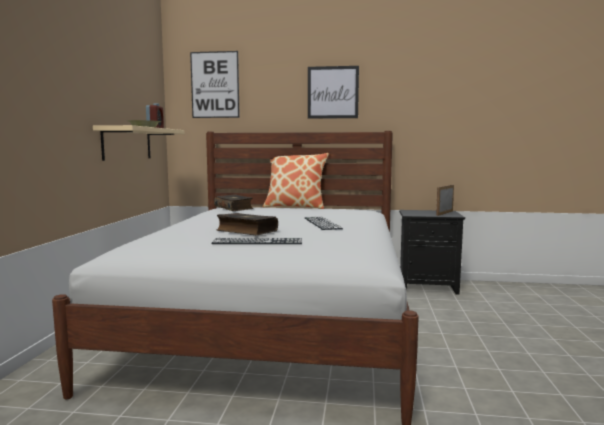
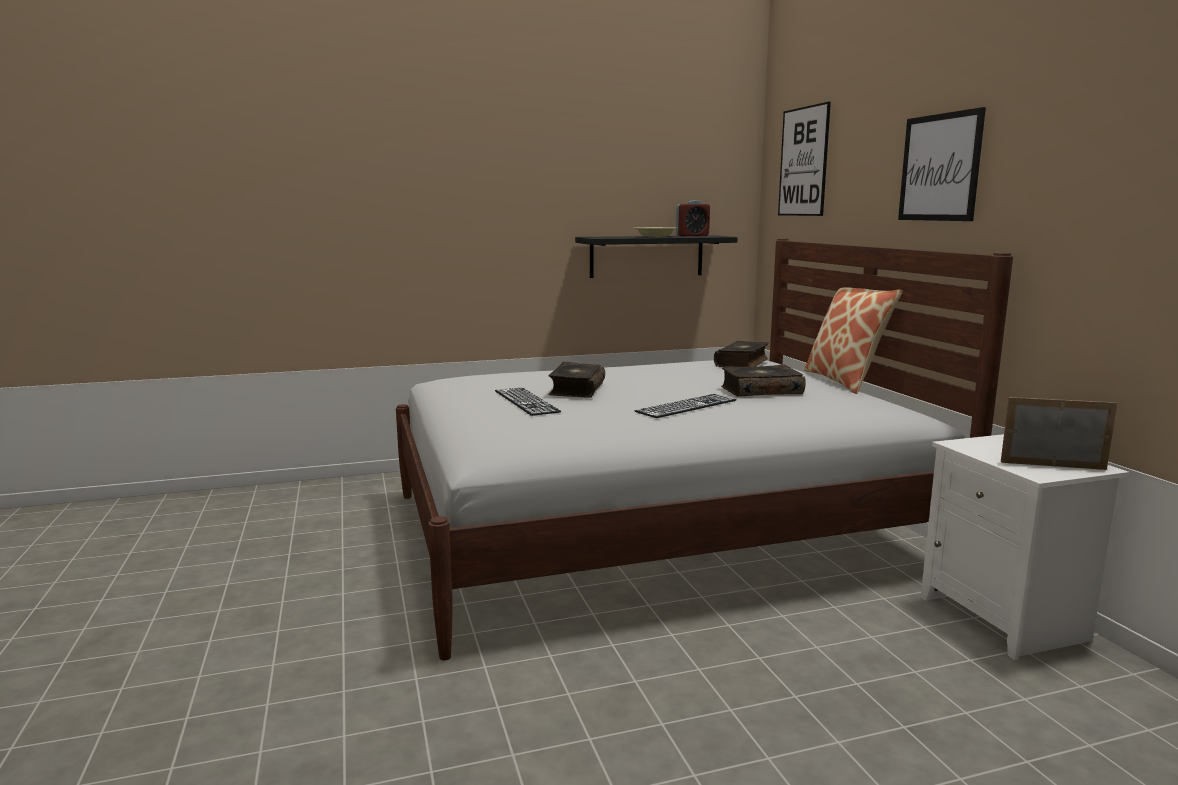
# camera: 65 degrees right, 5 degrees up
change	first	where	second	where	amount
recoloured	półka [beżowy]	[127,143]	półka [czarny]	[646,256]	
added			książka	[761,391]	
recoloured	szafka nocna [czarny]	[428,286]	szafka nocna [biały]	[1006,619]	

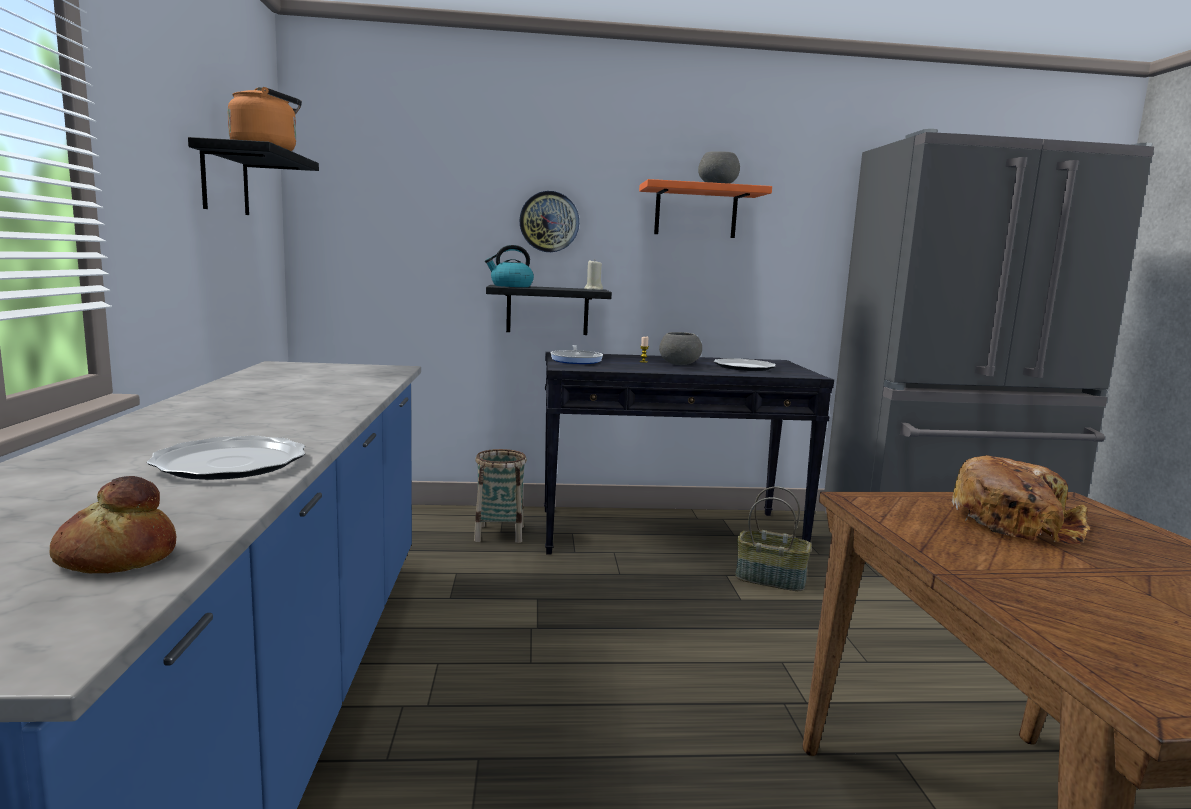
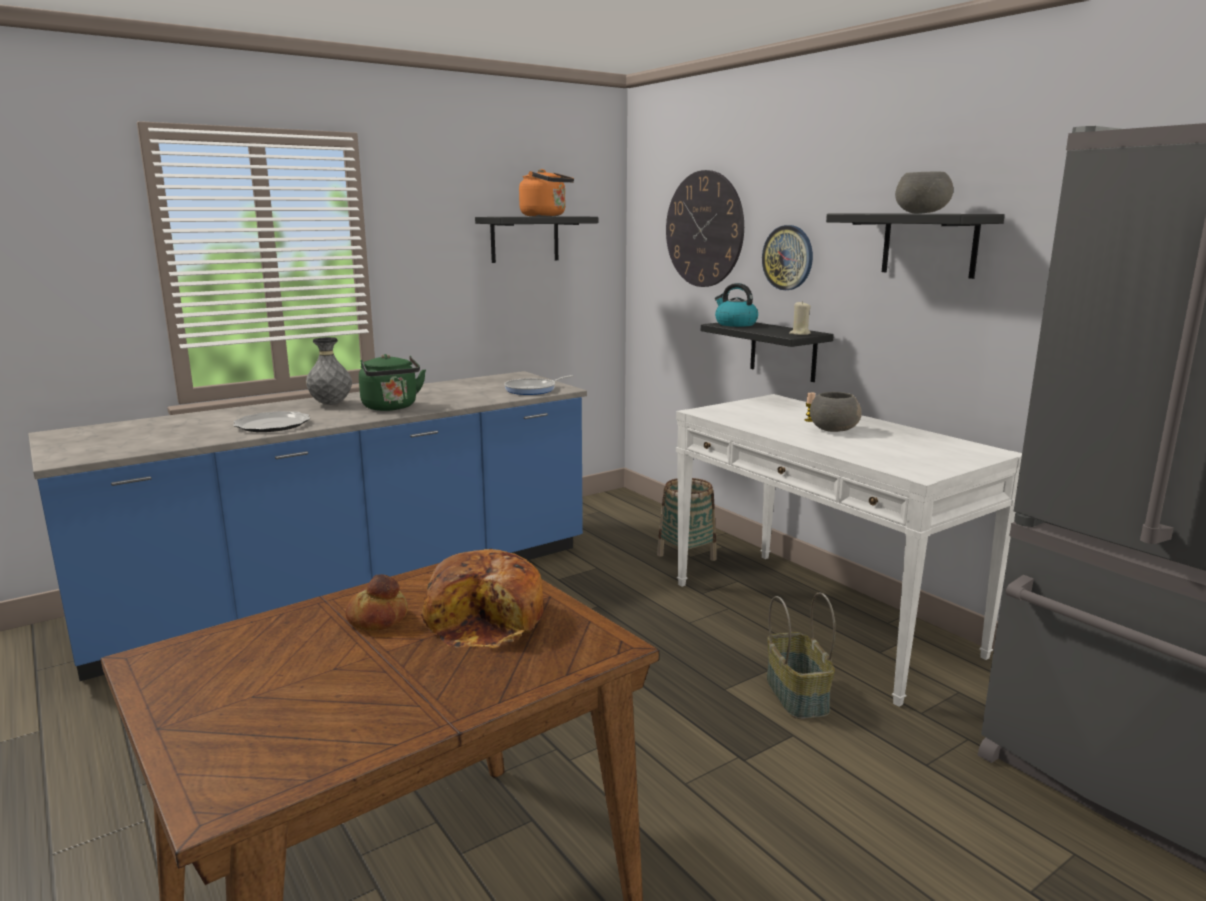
# camera: 60 degrees right, 5 degrees up
change	first	where	second	where	amount
added			wazon [szary]	[331,404]	
moved	chleb	[115,558]		[377,618]	
added			czajnik [zielony]	[391,407]	
moved	patelnia	[576,360]		[533,390]	
added			zegar ścienny	[704,229]	
recoloured	stolik konsolowy [czarny]	[669,532]	stolik konsolowy [biały]	[821,618]	
recoloured	półka [pomarańczowy]	[696,212]	półka [czarny]	[929,244]	
removed	talerz	[744,367]			

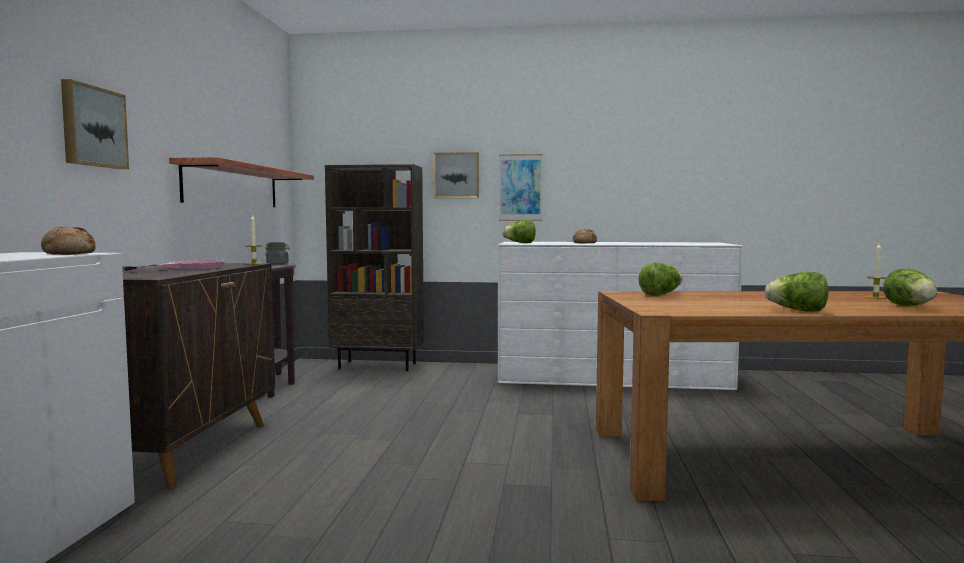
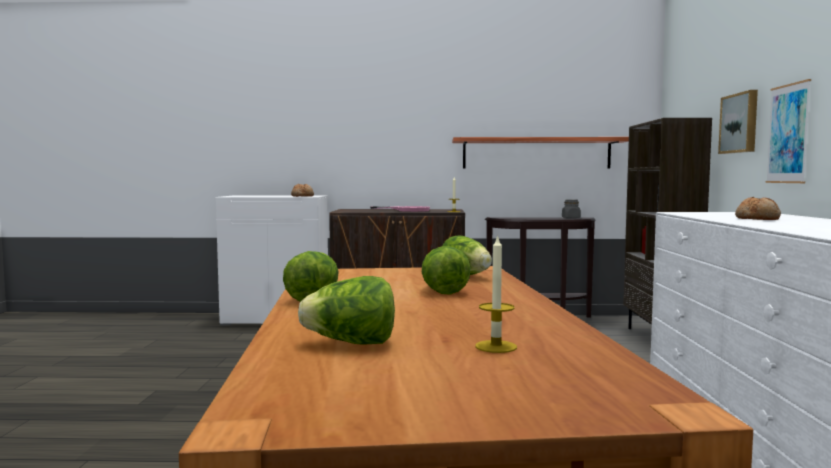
# camera: 85 degrees right, 0 degrees up
change	first	where	second	where	amount
moved	sałata	[520,243]		[442,291]	
removed	obraz	[92,127]			

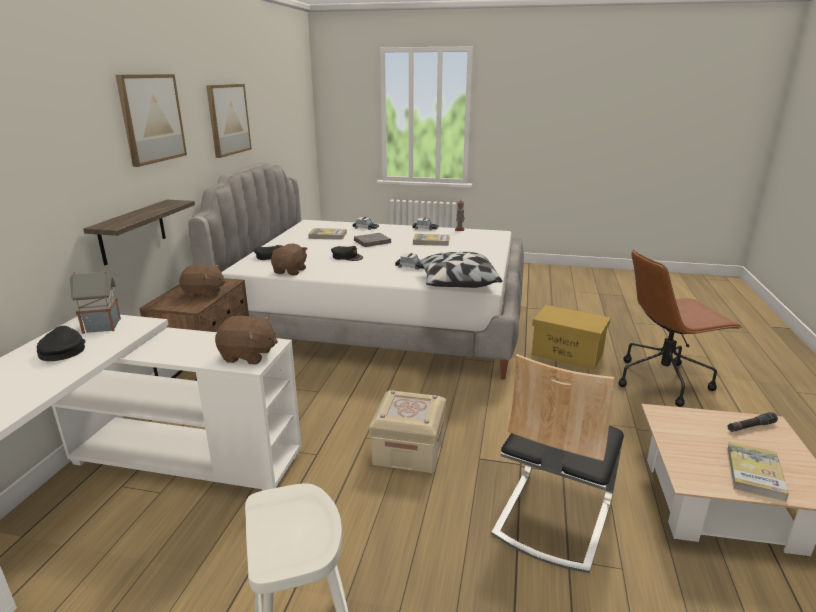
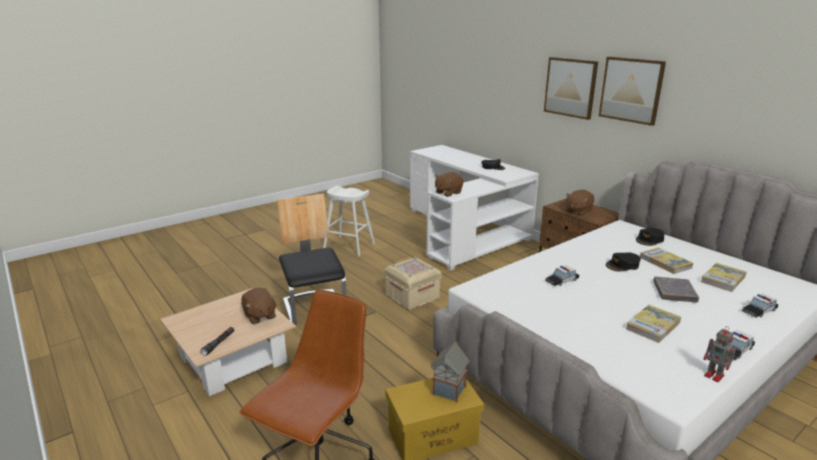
# camera: 130 degrees right, 0 degrees up
change	first	where	second	where	amount
moved	pluszak [brązowy]	[290,271]		[259,316]	
moved	domek	[103,326]		[449,391]	
moved	obraz	[228,119]		[570,87]	
moved	książka	[754,473]		[665,262]	
removed	półka	[132,231]			
removed	poduszka	[457,283]			

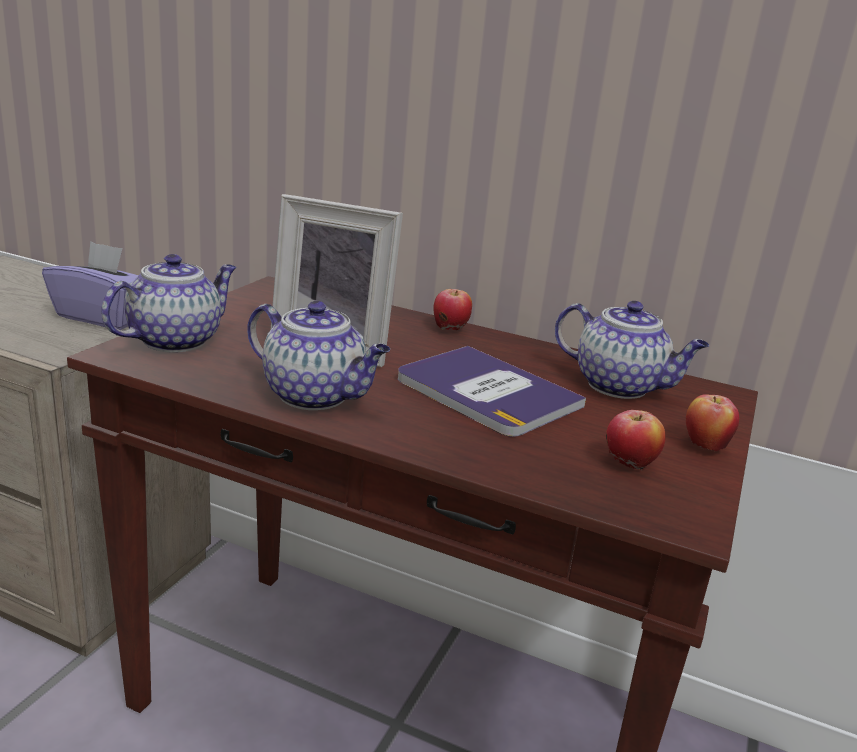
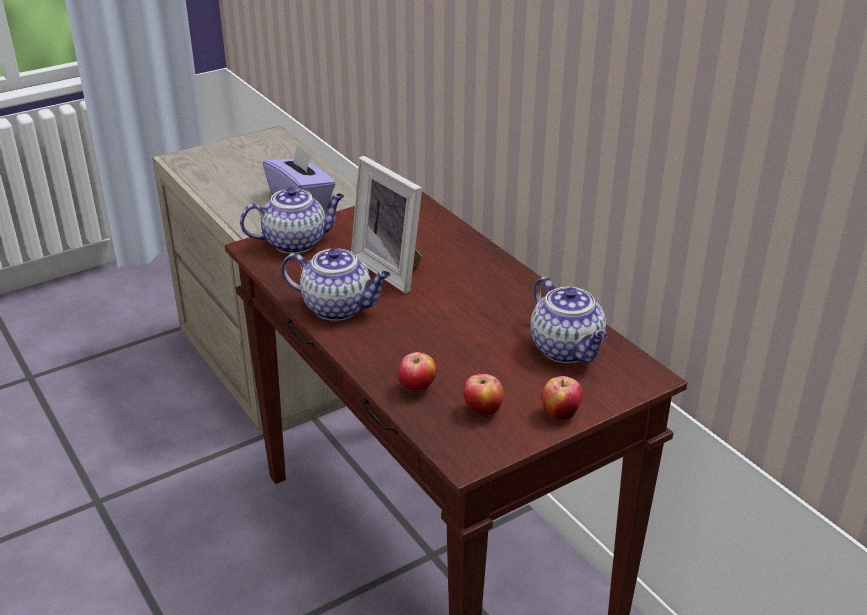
# camera: 35 degrees right, 10 degrees up
change	first	where	second	where	amount
turned	imbryk	[316,396]		[339,308]	45 degrees counterclockwise
moved	jabłko	[450,330]		[417,389]	
removed	książka	[486,392]			

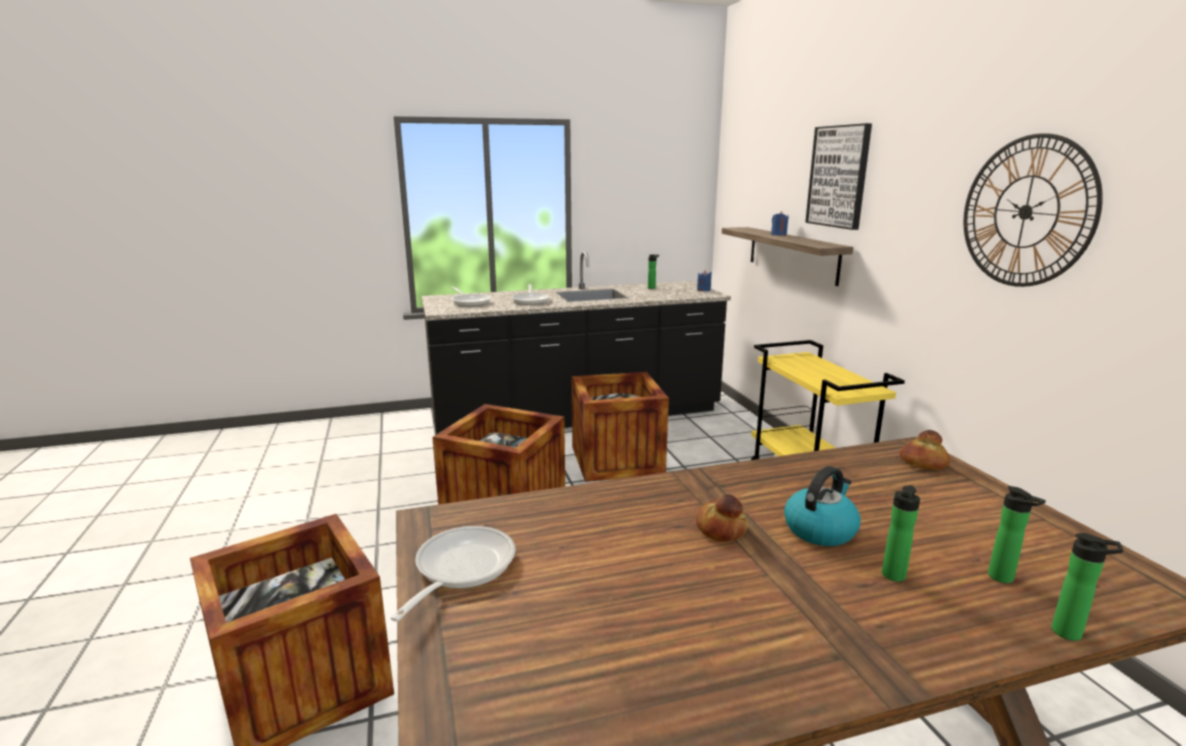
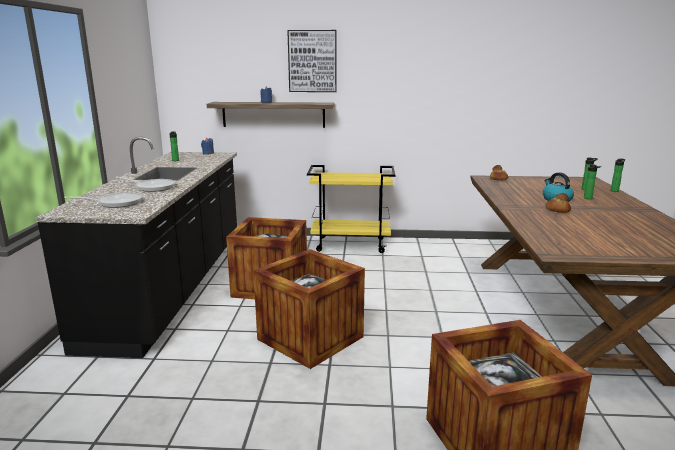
# camera: 70 degrees left, 0 degrees up
change	first	where	second	where	amount
removed	patelnia	[460,569]			
removed	zegar ścienny	[1026,212]			

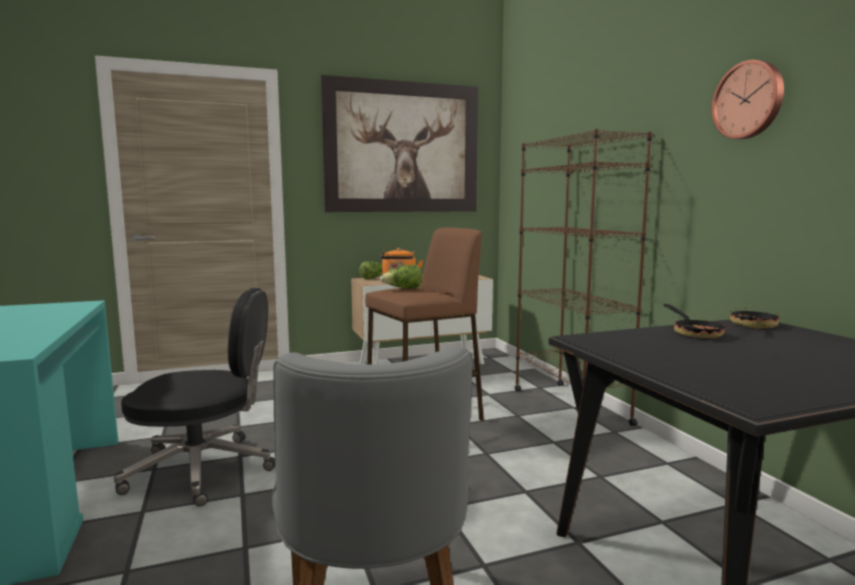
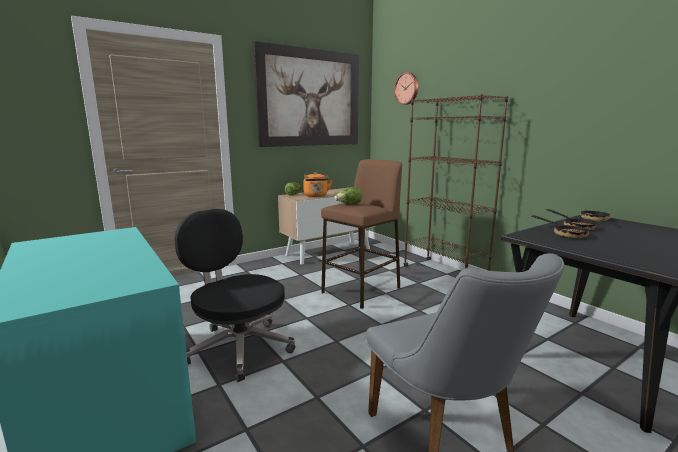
# camera: 15 degrees left, 5 degrees up
change	first	where	second	where	amount
turned	krzesło biurowe [czarny]	[204,470]		[238,347]	120 degrees counterclockwise
moved	zegar ścienny	[749,100]		[407,88]	
added			patelnia	[565,234]	

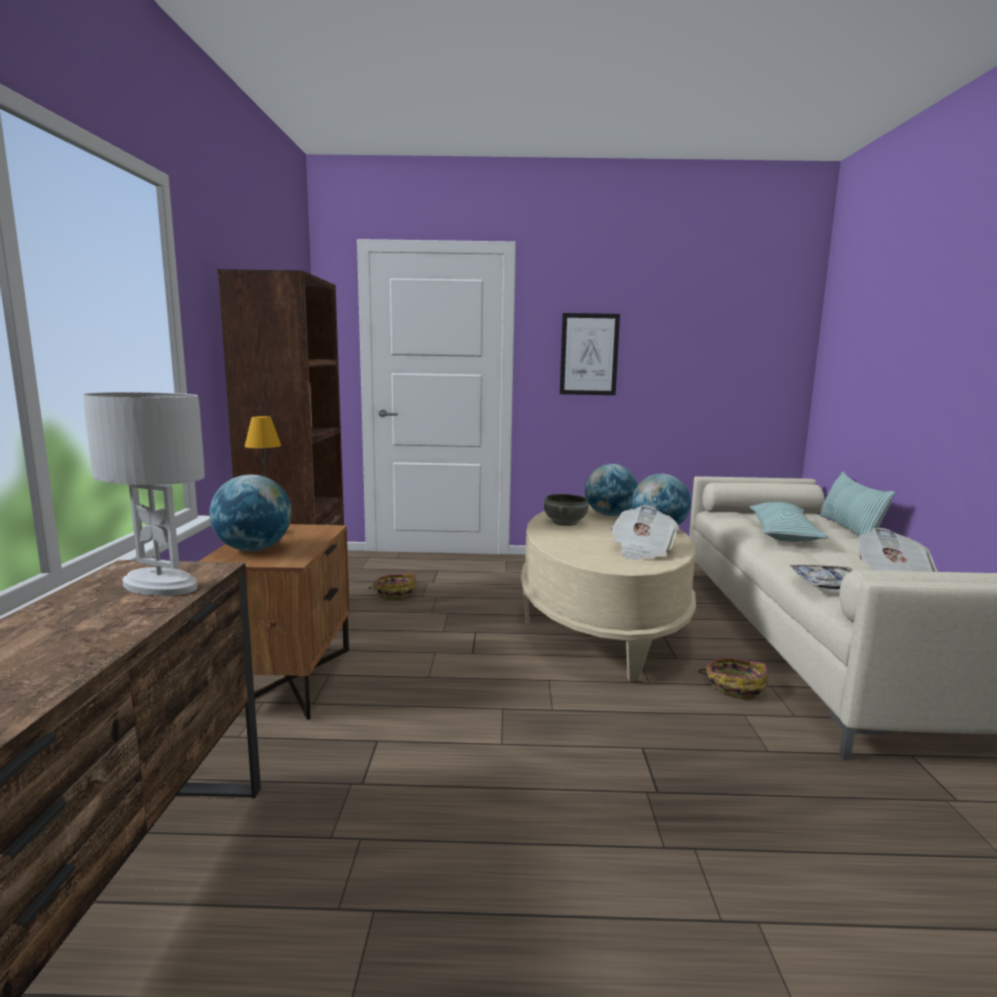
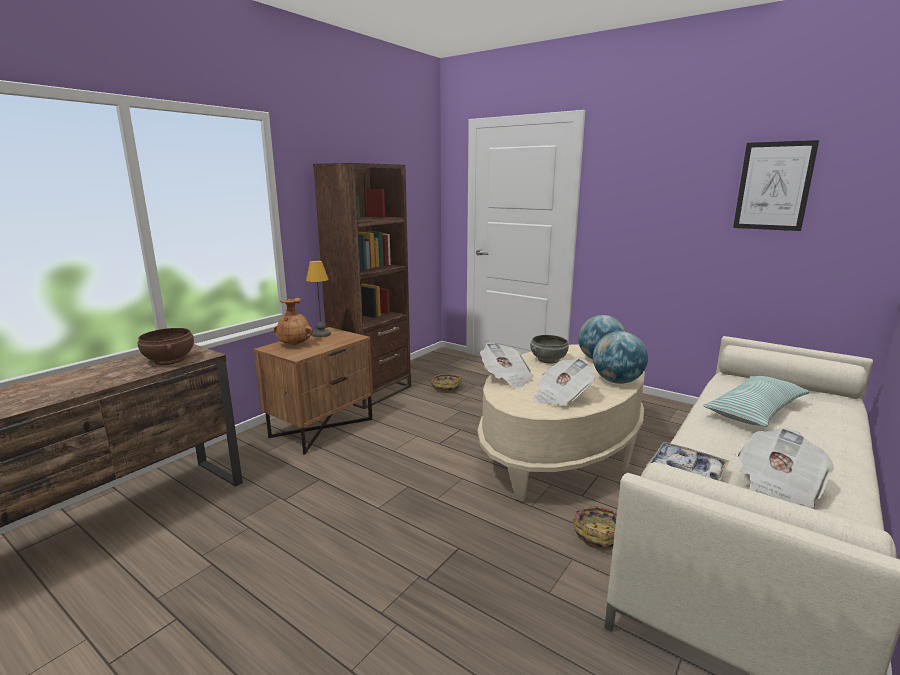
# camera: 35 degrees right, 5 degrees up
change	first	where	second	where	amount
replaced	lampa stołowa [biały]	[161,585]	miska [brązowy]	[170,360]	
replaced	globus	[254,549]	wazon [brązowy]	[295,344]	
added			gazeta	[506,378]	
moved	obraz	[589,354]		[773,186]	
removed	poduszka	[849,529]			

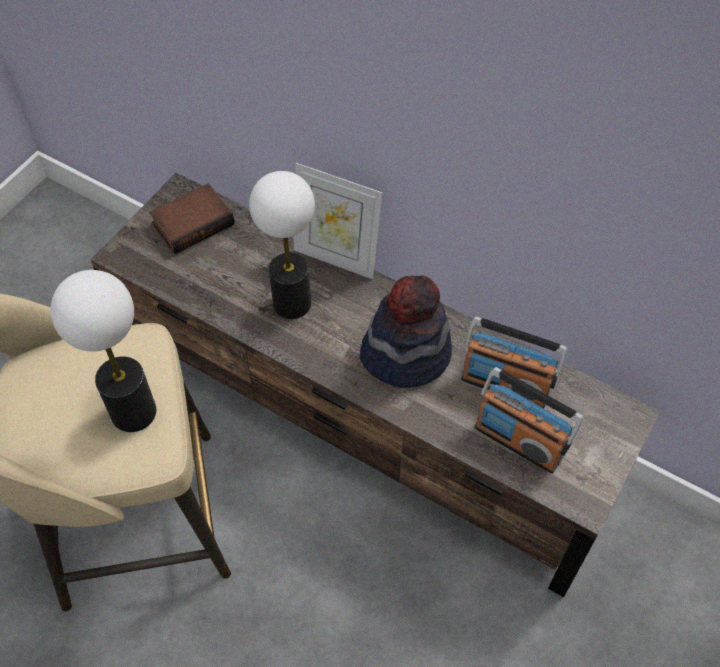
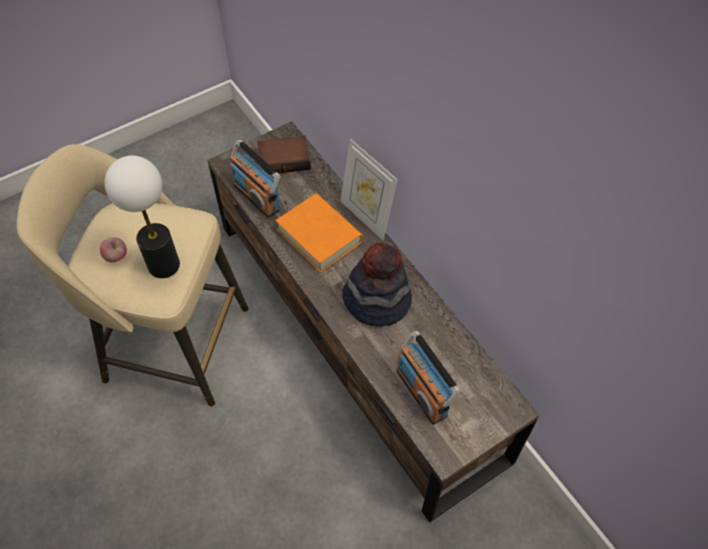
# camera: 25 degrees right, 0 degrees up
change	first	where	second	where	amount
added			jabłko	[116,257]	
moved	radio	[505,384]		[257,196]	
replaced	lampa stołowa	[291,303]	książka [pomarańczowy]	[319,236]	

